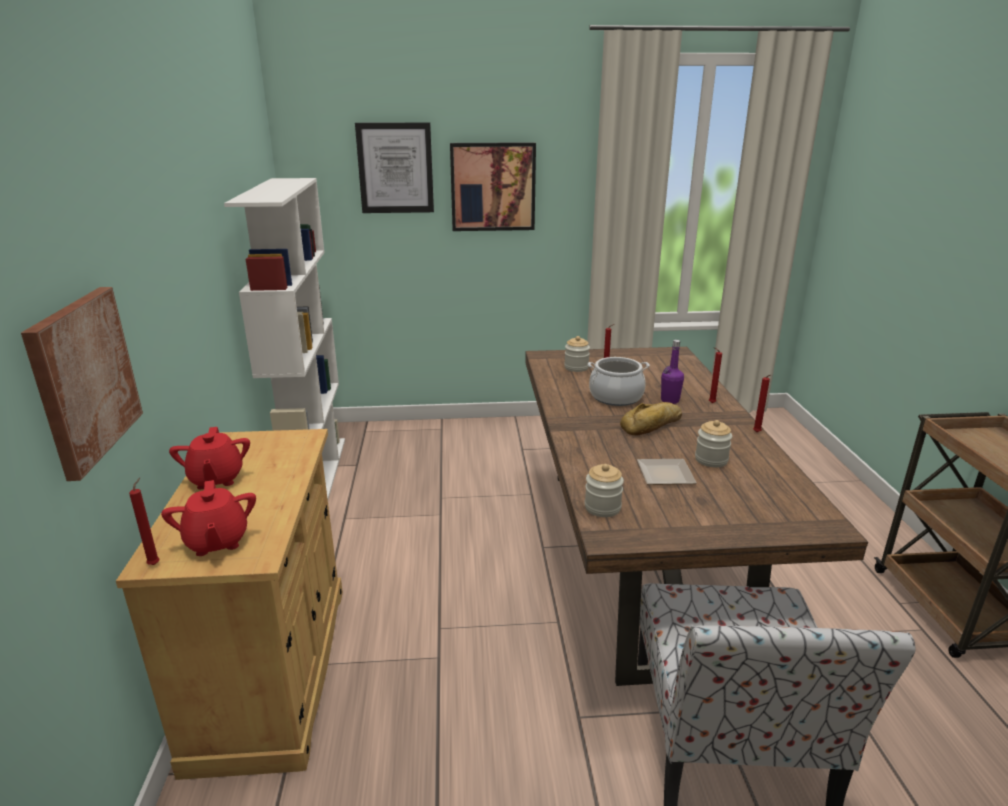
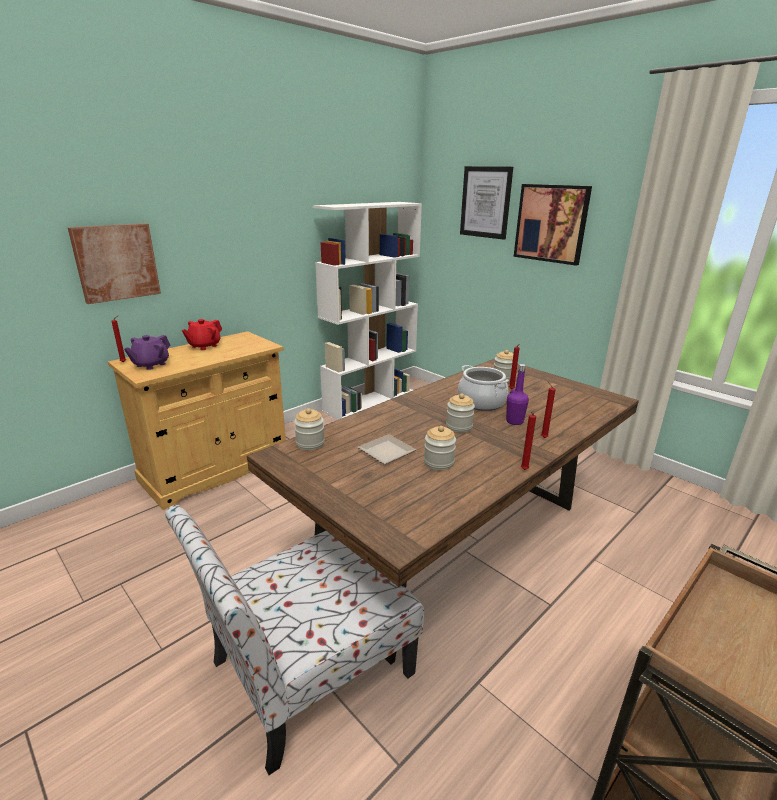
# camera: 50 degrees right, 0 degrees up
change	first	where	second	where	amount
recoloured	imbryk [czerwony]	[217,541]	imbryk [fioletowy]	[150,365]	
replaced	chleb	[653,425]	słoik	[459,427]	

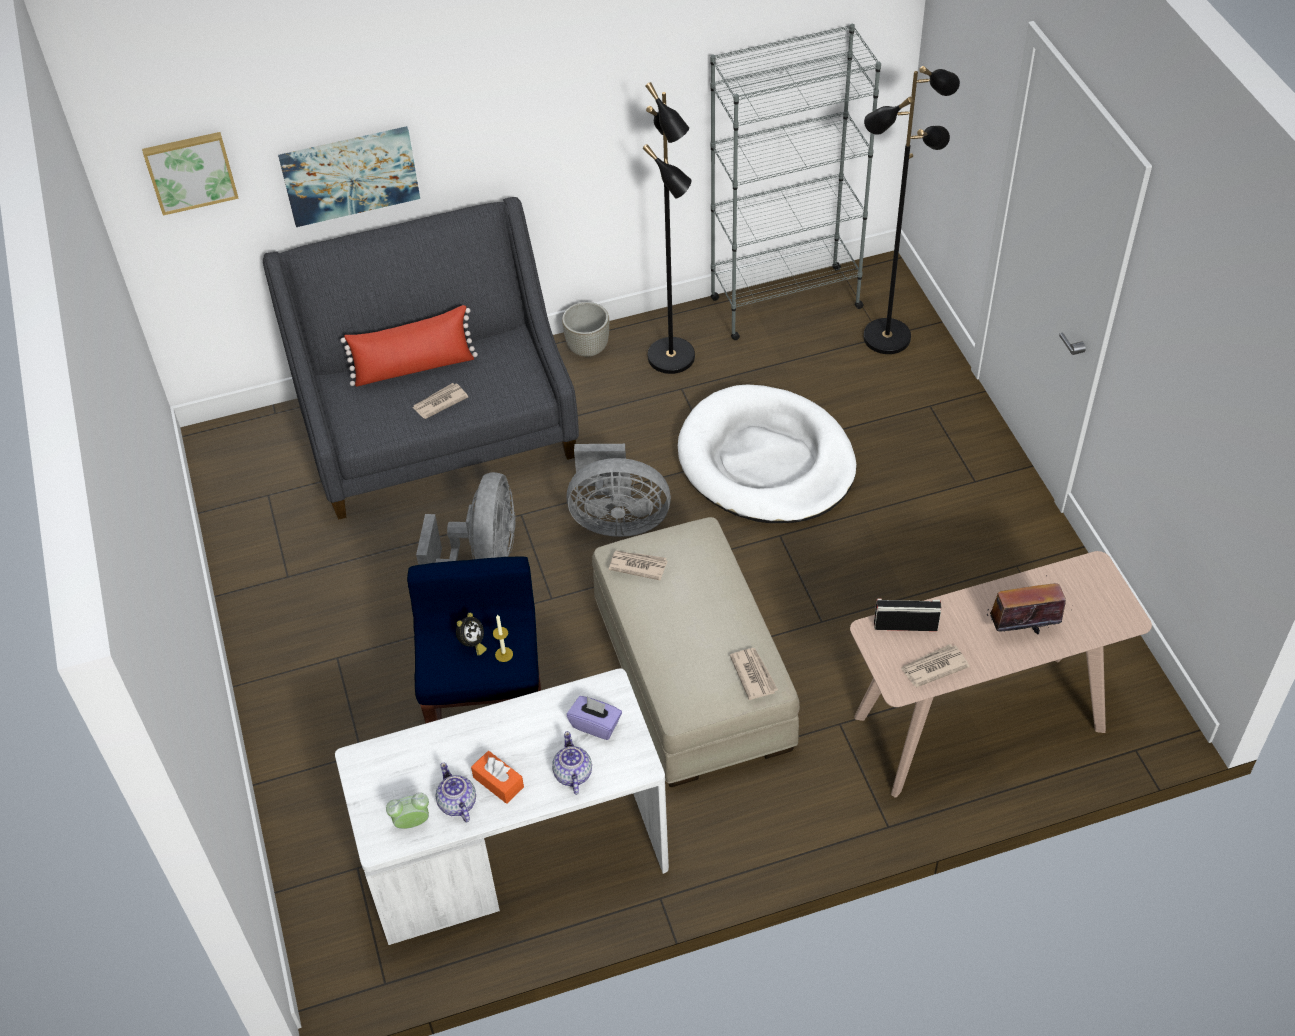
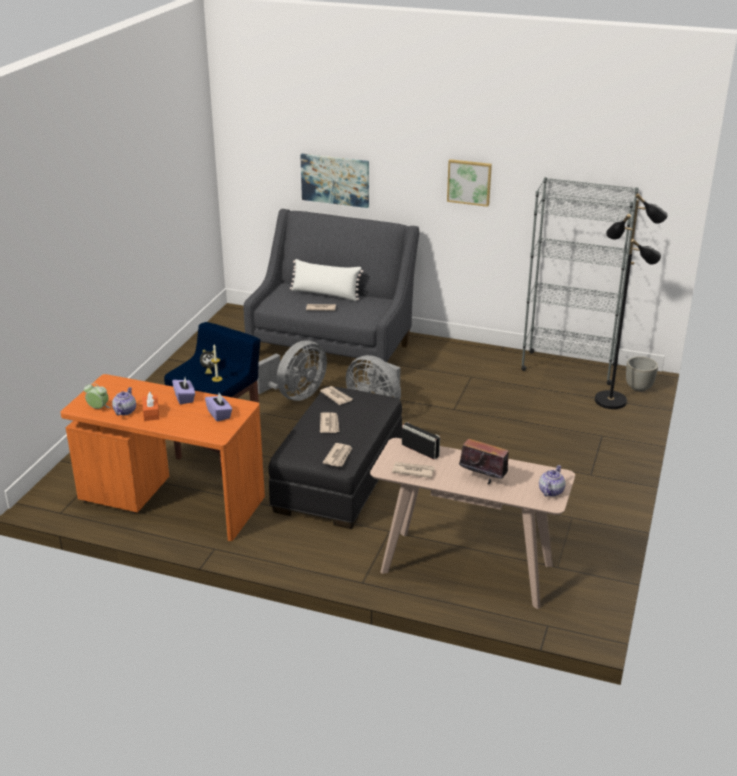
# camera: 35 degrees right, 20 degrees down
change	first	where	second	where	amount
recoloured	biurko [biały]	[516,858]	biurko [pomarańczowy]	[170,501]	
added			pudełko chusteczek [fioletowy]	[184,398]	
recoloured	pufa [beżowy]	[693,675]	pufa [czarny]	[339,478]	
recoloured	poduszka [czerwony]	[414,367]	poduszka [biały]	[325,294]	
added			gazeta	[329,424]	
moved	obraz	[190,171]		[469,182]	
moved	imbryk	[572,774]		[550,491]	
moved	donica [szary]	[588,348]		[639,387]	
removed	lampa stojąca [czarny]	[673,357]			
removed	legowisko [biały]	[766,461]			

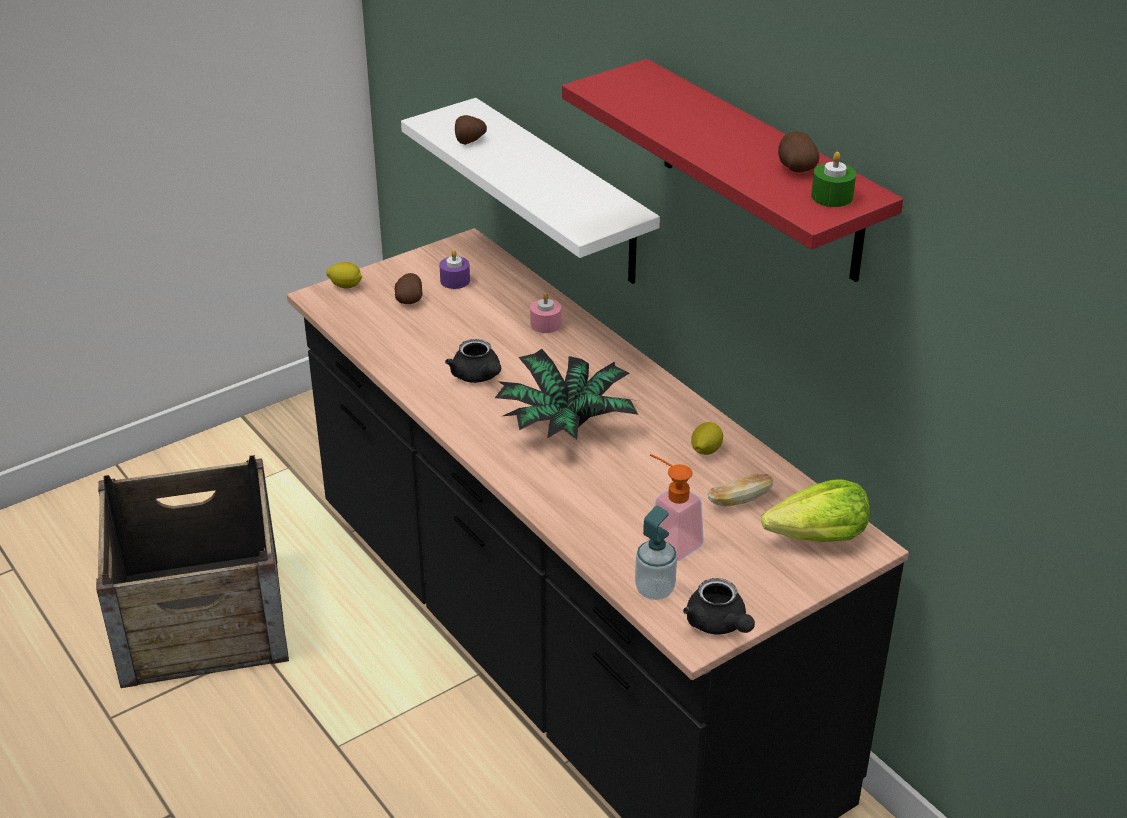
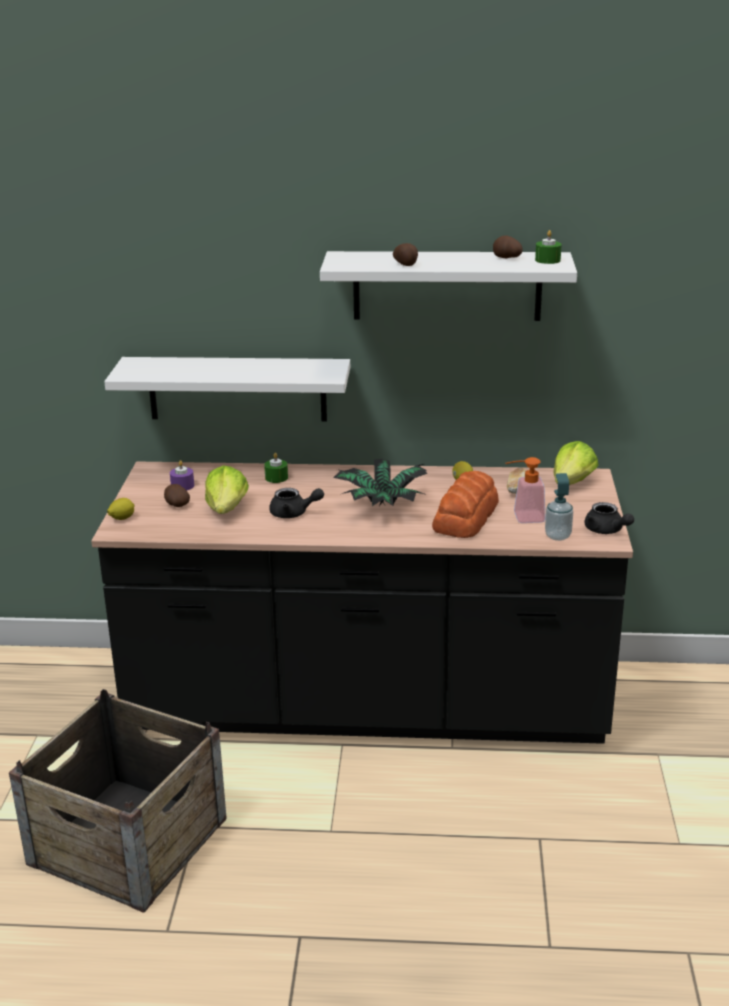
# camera: 50 degrees left, 10 degrees down
change	first	where	second	where	amount
added			sałata	[227,509]	
recoloured	świeca [różowy]	[545,324]	świeca [zielony]	[276,477]	
recoloured	półka [czerwony]	[761,171]	półka [biały]	[447,285]	
moved	ziemniak	[469,141]		[406,265]	
added			chleb	[466,516]	
turned	imbryk [czarny]	[719,625]		[606,531]	45 degrees clockwise

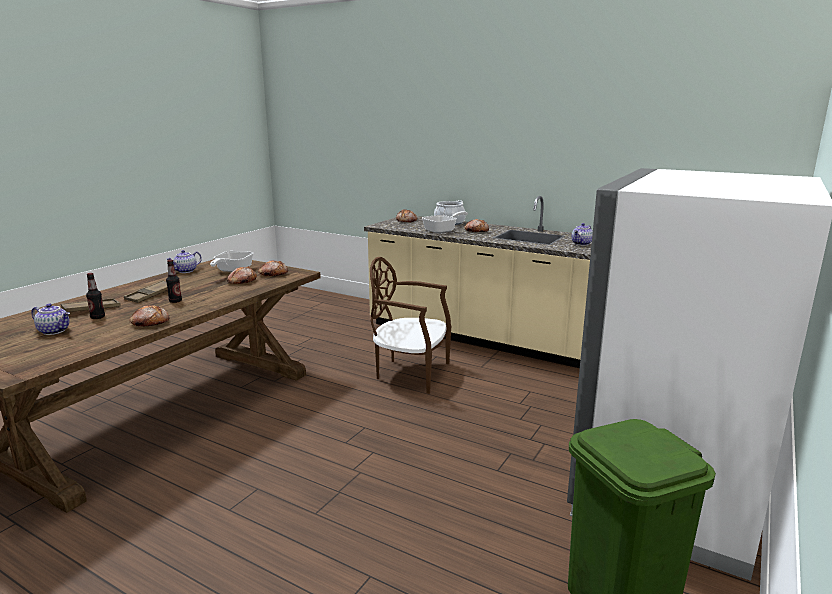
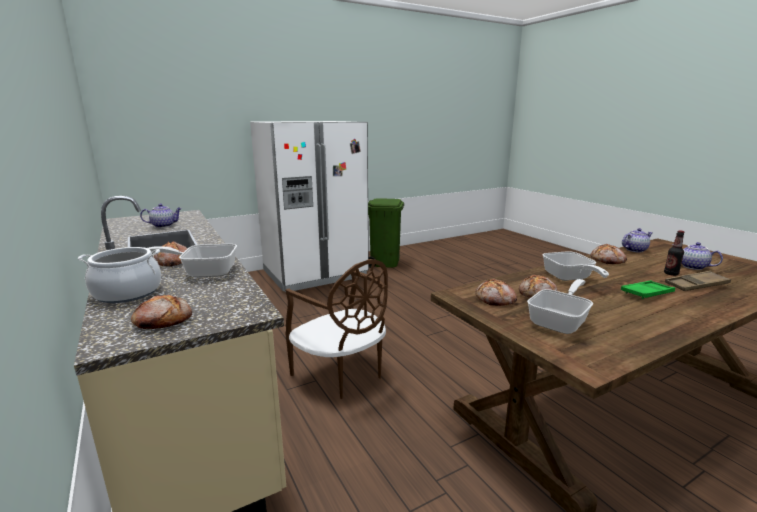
# camera: 150 degrees left, 0 degrees up
change	first	where	second	where	amount
added			patelnia	[569,278]	
recoloured	taca [brązowy]	[151,295]	taca [zielony]	[647,293]	
moved	imbryk	[186,271]		[634,250]	
removed	butelka	[175,301]			

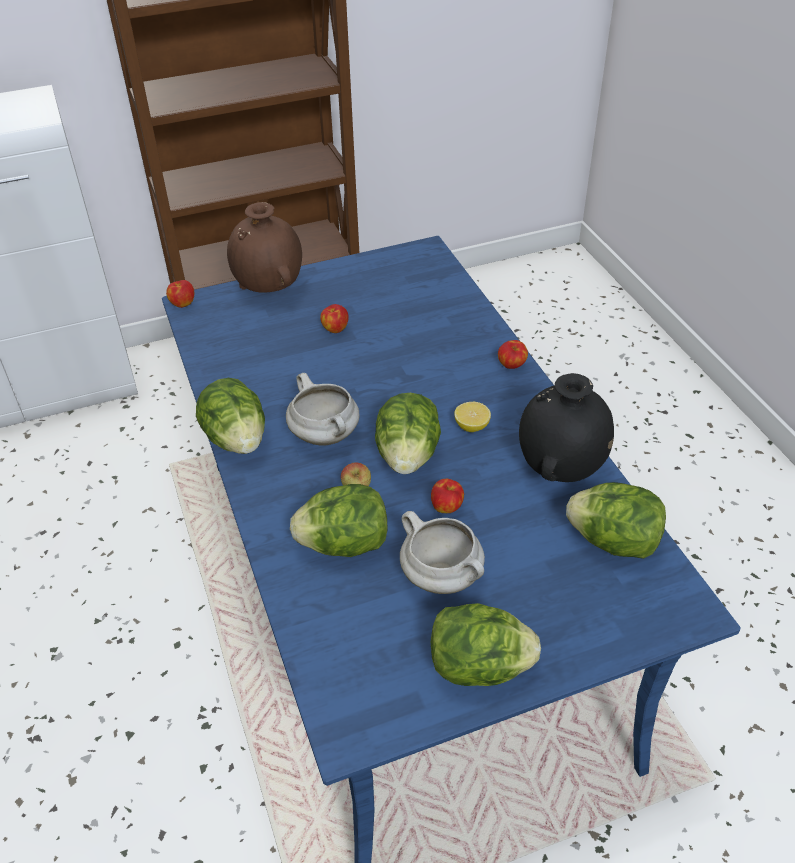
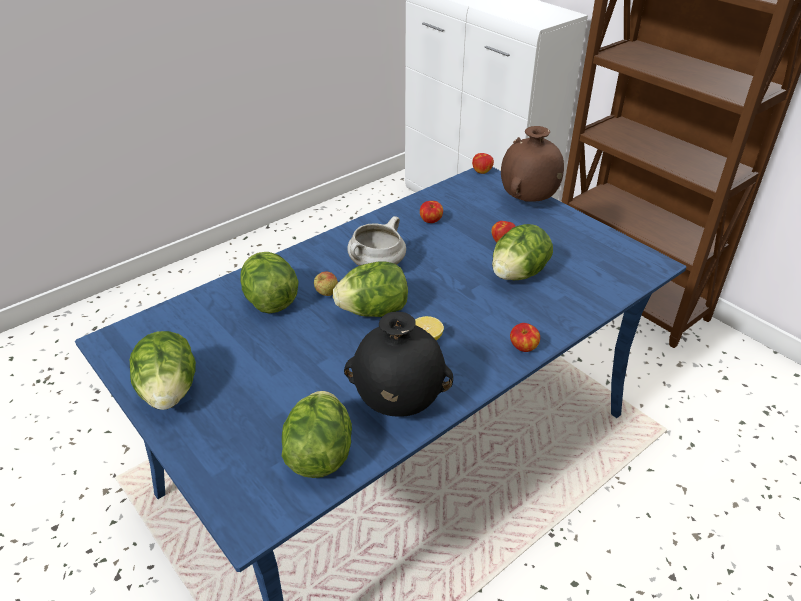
# camera: 70 degrees right, 5 degrees down
change	first	where	second	where	amount
moved	jabłko	[447,507]		[431,221]	
moved	sałata	[236,439]		[518,274]	
removed	garnek [biały]	[443,576]			

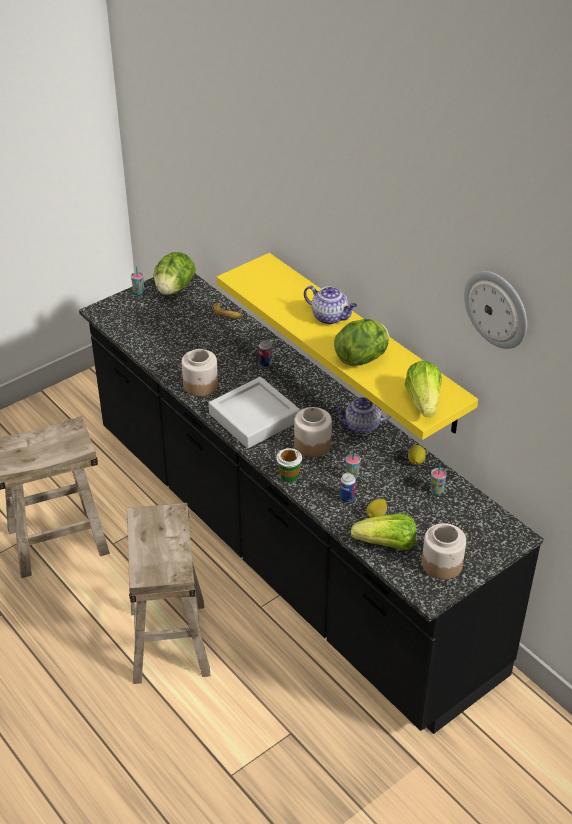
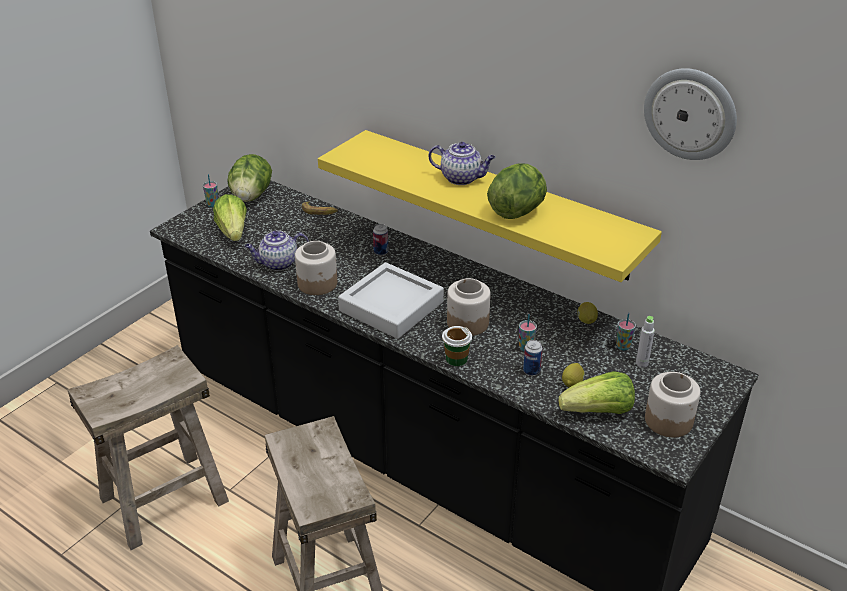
# camera: 15 degrees left, 5 degrees down
change	first	where	second	where	amount
moved	sałata	[423,402]		[233,232]	
moved	imbryk	[361,426]		[278,264]	
added			butelka [szary]	[642,363]	

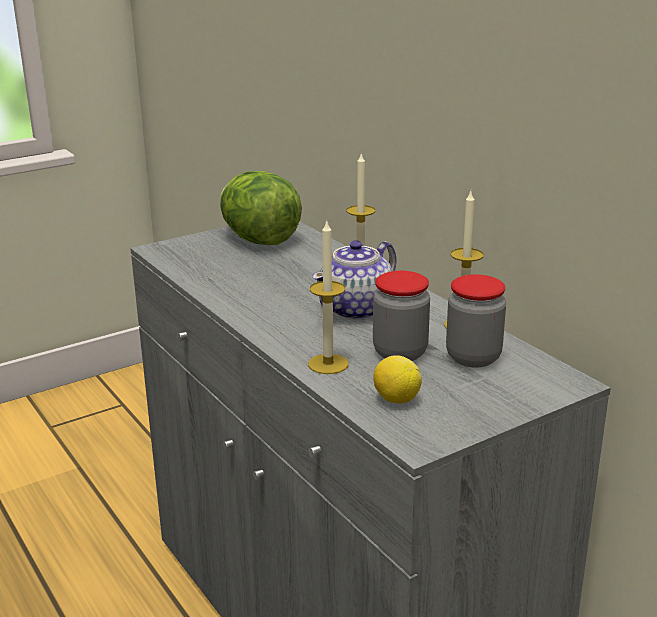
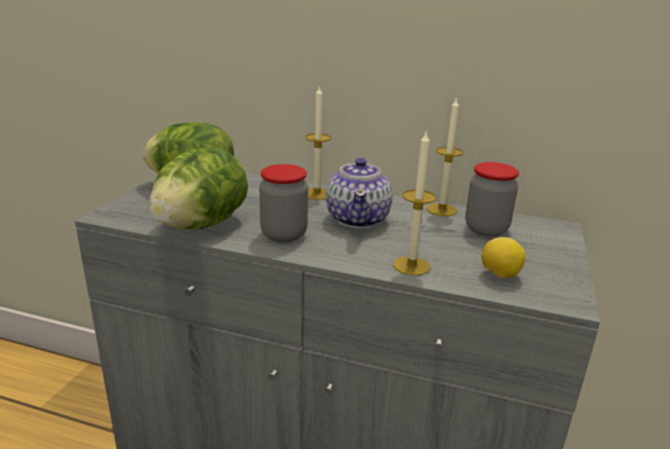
# camera: 40 degrees left, 0 degrees up
change	first	where	second	where	amount
added			sałata	[201,225]	
moved	słoik	[400,353]		[284,234]	

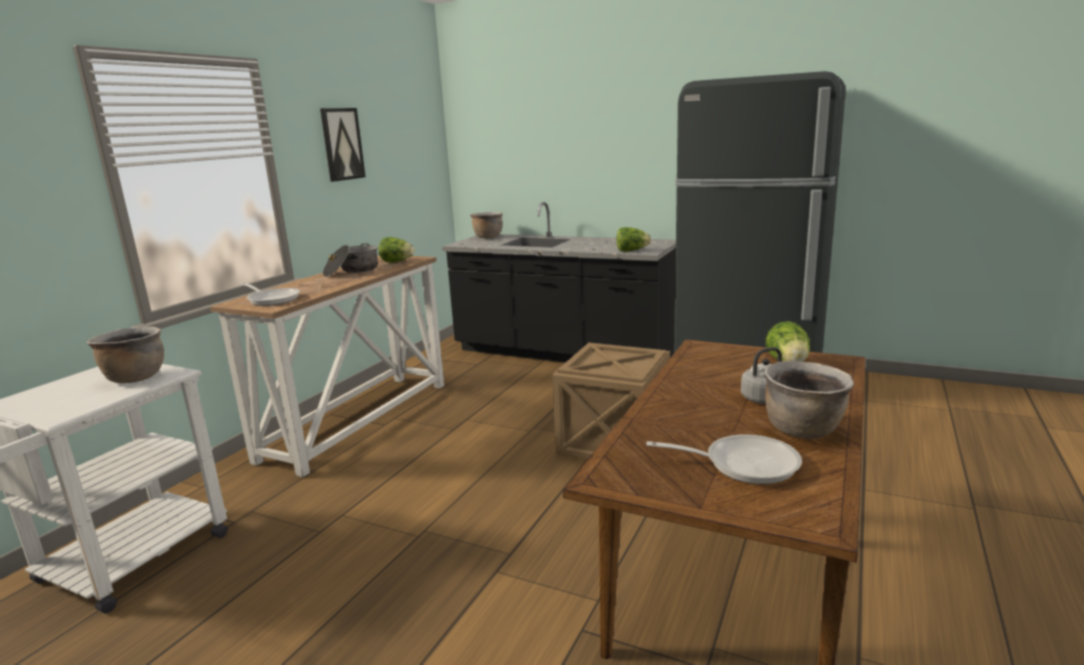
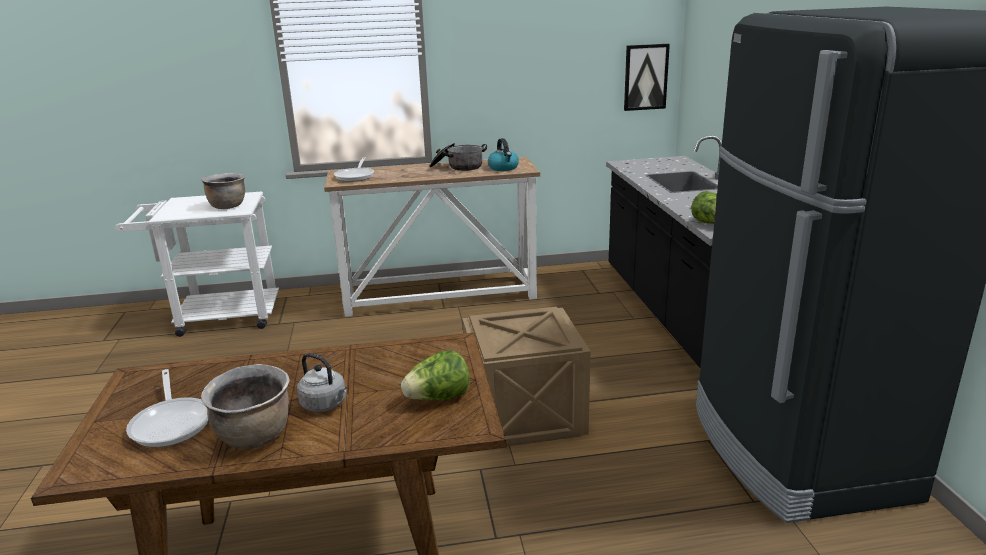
# camera: 55 degrees right, 5 degrees up
change	first	where	second	where	amount
replaced	sałata	[397,262]	czajnik	[503,168]	
moved	obraz	[342,144]		[645,77]	
removed	garnek [brązowy]	[488,237]			

